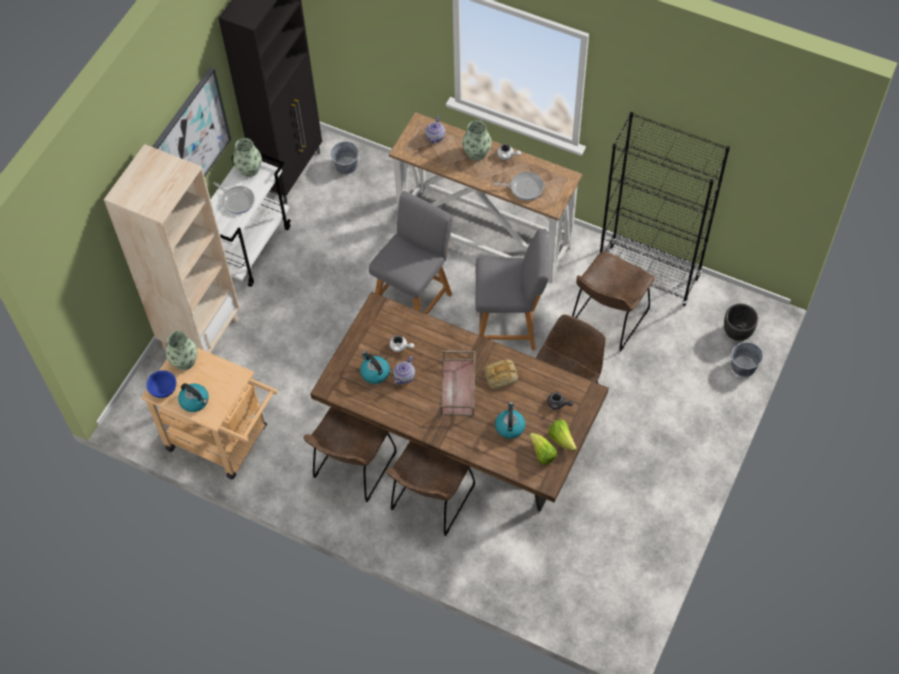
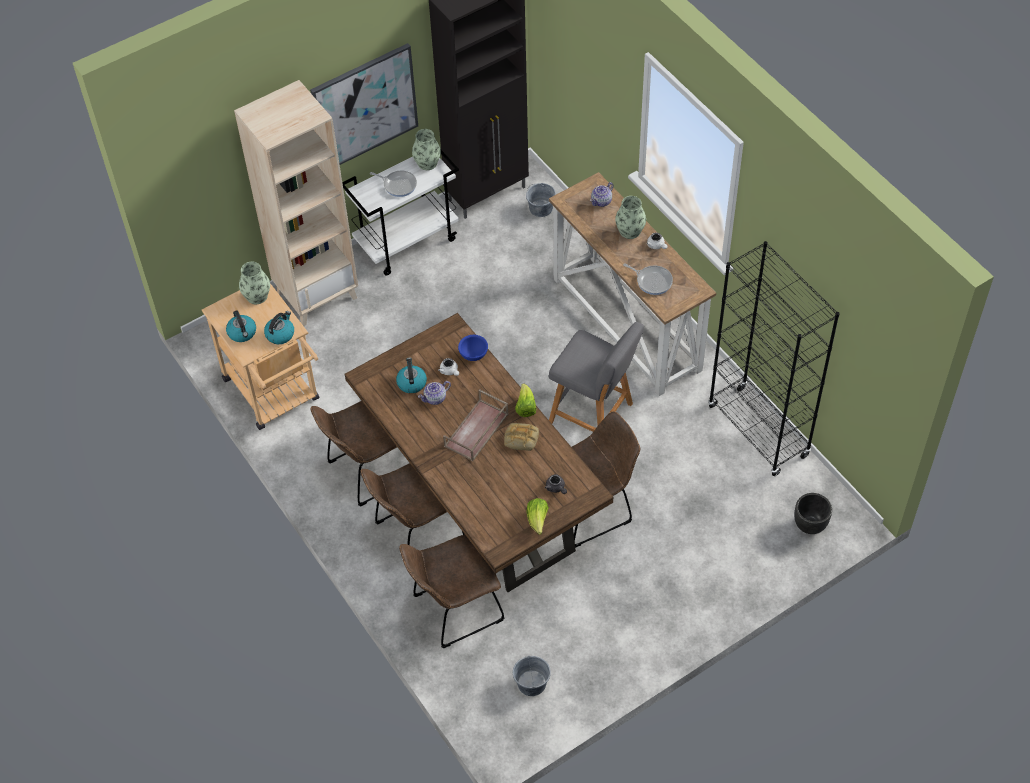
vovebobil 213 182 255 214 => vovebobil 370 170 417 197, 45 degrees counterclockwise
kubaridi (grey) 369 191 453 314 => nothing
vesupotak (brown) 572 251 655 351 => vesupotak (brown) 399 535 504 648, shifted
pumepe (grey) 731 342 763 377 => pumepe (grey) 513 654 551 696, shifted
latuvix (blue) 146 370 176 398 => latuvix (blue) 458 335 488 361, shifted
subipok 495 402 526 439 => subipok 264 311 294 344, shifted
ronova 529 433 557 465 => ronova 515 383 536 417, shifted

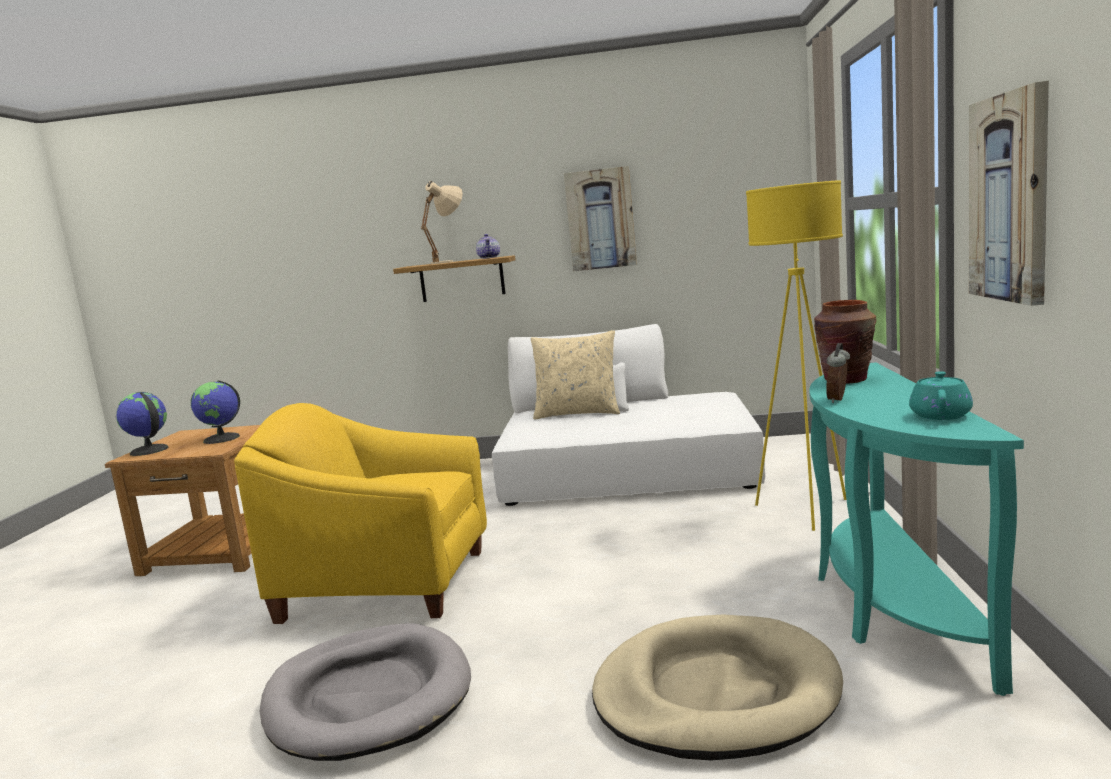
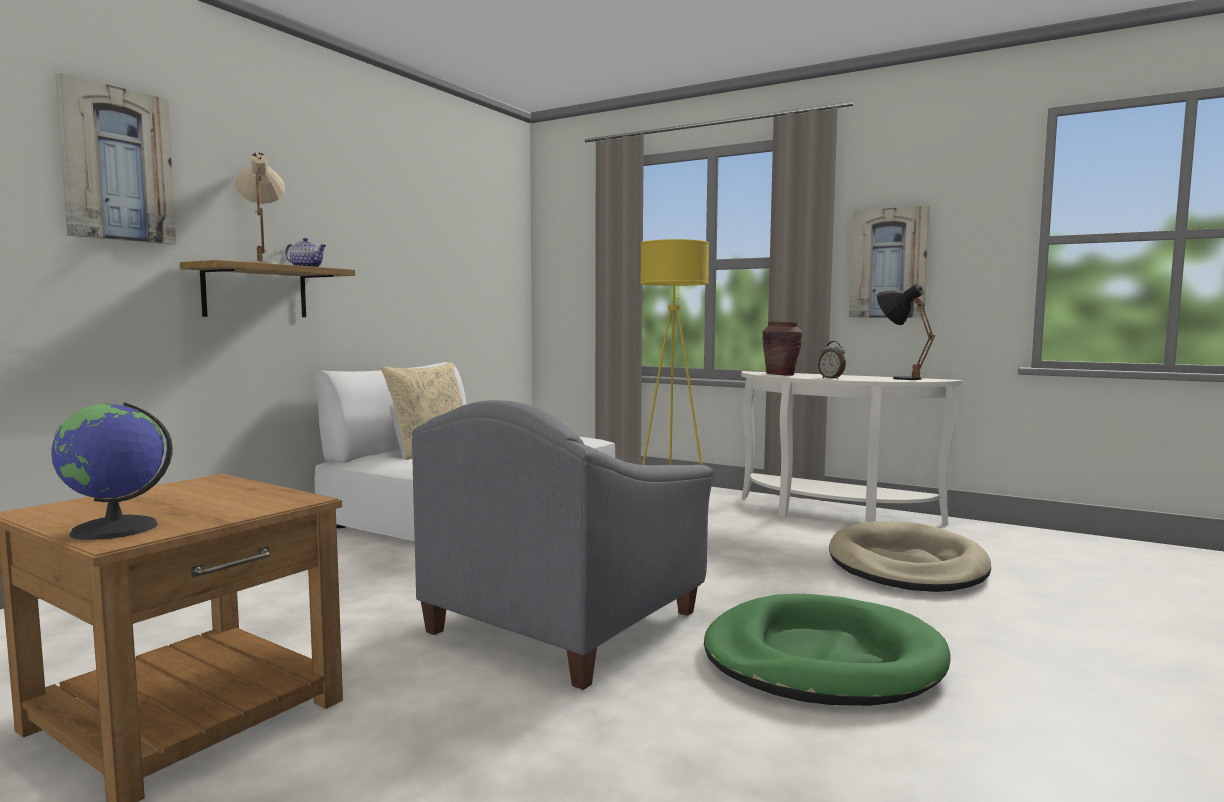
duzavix 564 166 637 271 => duzavix 55 73 176 245, shifted
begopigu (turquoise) 809 362 1024 696 => begopigu (white) 741 371 962 525
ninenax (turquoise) 909 371 973 420 => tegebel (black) 877 284 935 380
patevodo 191 380 240 444 => nothing
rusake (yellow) 234 403 487 624 => rusake (grey) 412 400 714 690
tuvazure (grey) 260 623 471 761 => tuvazure (green) 704 594 950 706

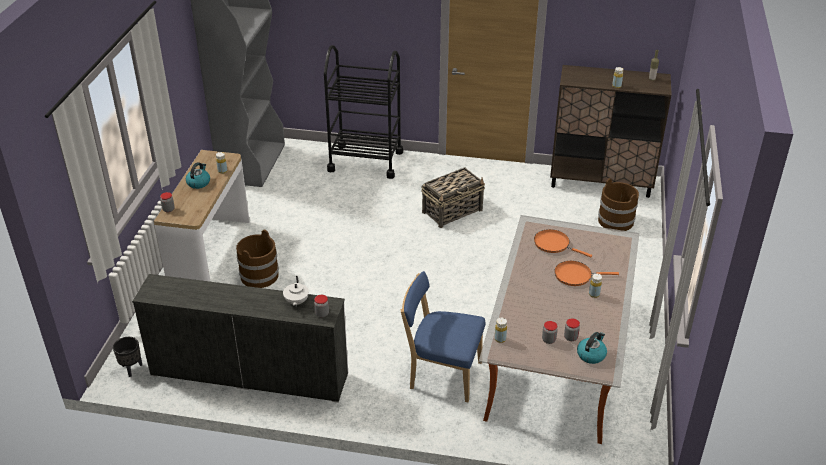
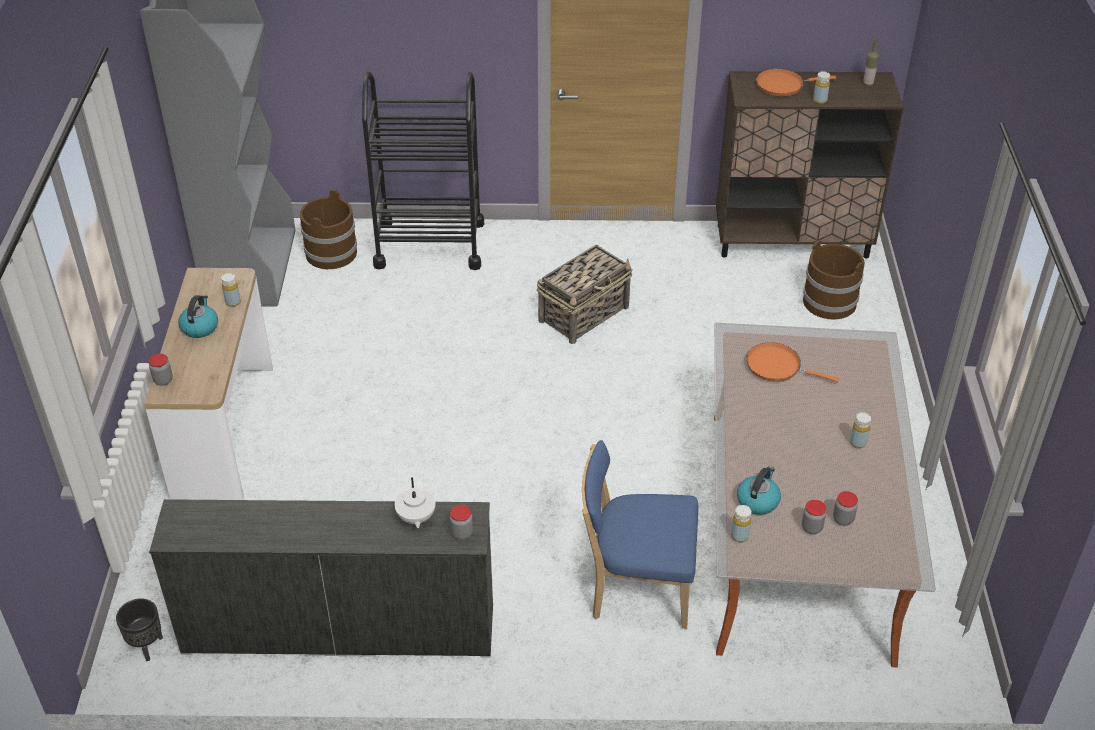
pumepe (brown) 236 230 279 288 => pumepe (brown) 300 189 357 269, shifted
vovebobil (orange) 554 261 619 286 => vovebobil (orange) 756 69 836 96, shifted
subipok 577 332 607 364 => subipok 737 466 781 515, shifted

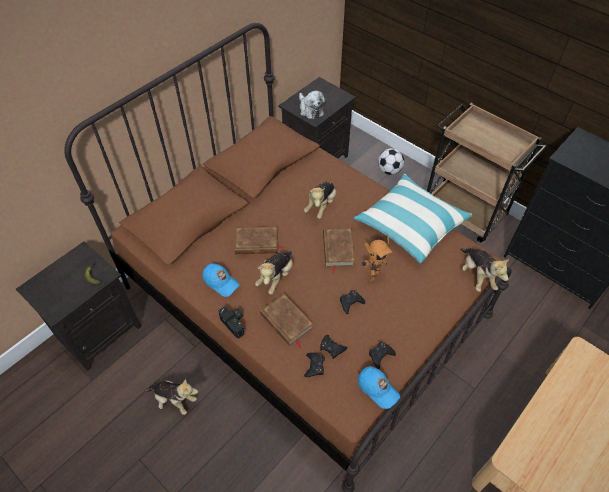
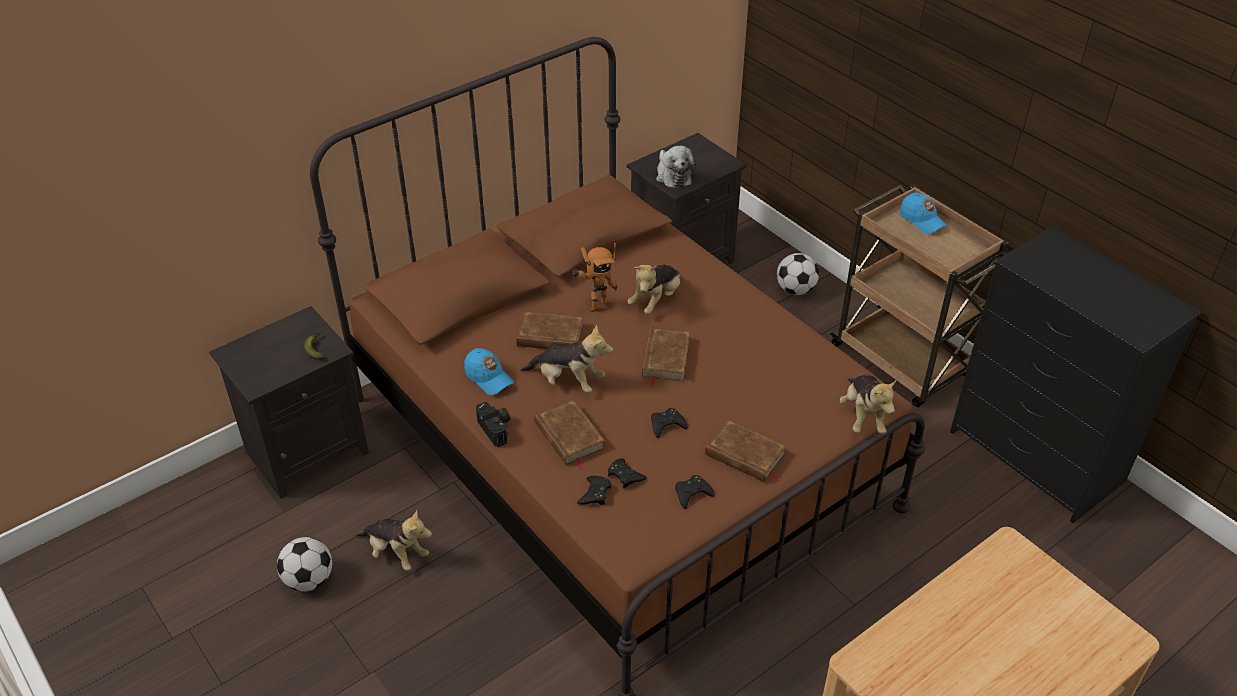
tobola 354 174 472 264 => nothing
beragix 362 235 393 283 => beragix 572 243 617 312, shifted
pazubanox 255 250 293 295 => pazubanox 520 325 613 393, 105 degrees counterclockwise
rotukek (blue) 358 366 400 409 => rotukek (blue) 900 193 947 234, shifted
nothing => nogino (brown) 705 419 787 482
nothing => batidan 277 537 332 592

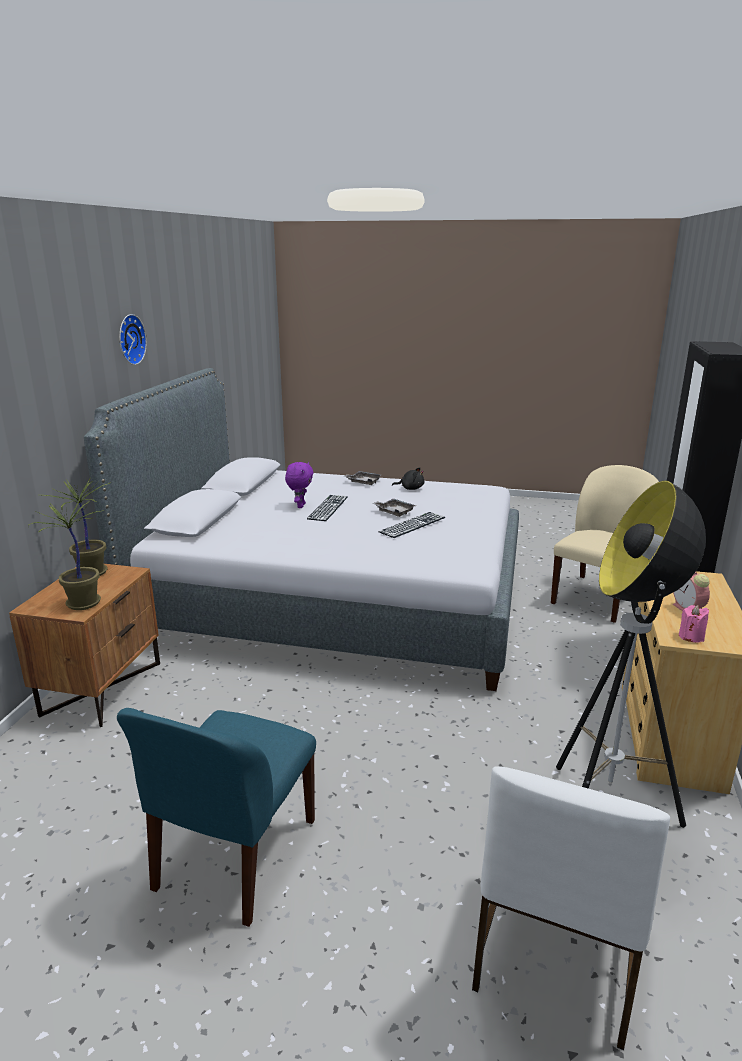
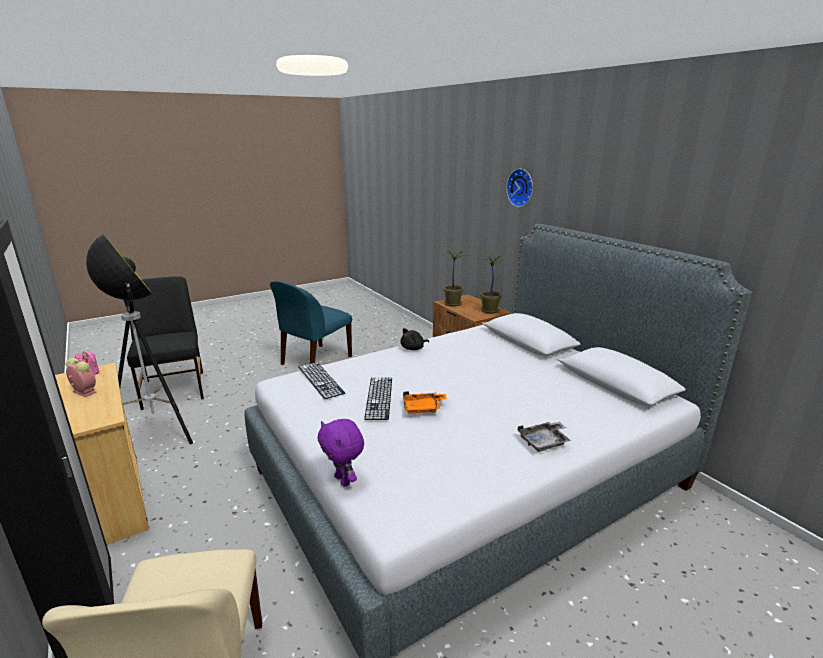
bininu 119 314 147 365 => bininu 506 169 533 207, shifted
pazubanox (purple) 285 462 314 508 => pazubanox (purple) 318 419 364 487, shifted
pazubanox (black) 392 468 424 490 => pazubanox (black) 400 328 429 350, shifted
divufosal 307 495 348 521 => divufosal 299 362 345 399, shifted
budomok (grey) 372 498 416 517 => budomok (orange) 403 391 447 414
vesupotak (blue) 117 708 316 927 => vesupotak (blue) 270 281 352 365, 120 degrees counterclockwise
vesupotak (white) 472 766 670 1050 => vesupotak (black) 127 277 204 410

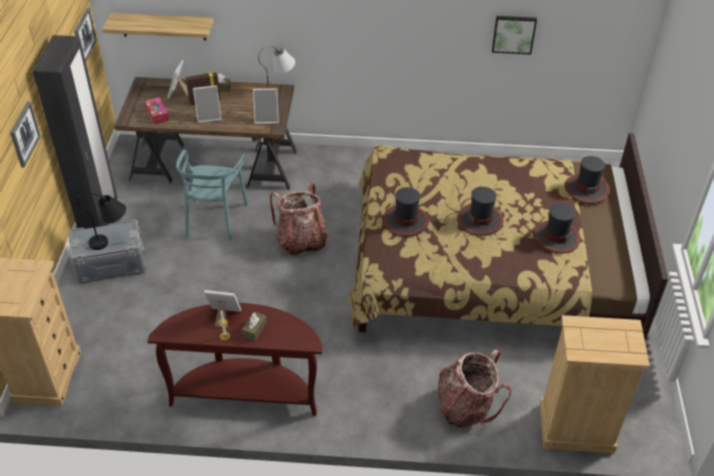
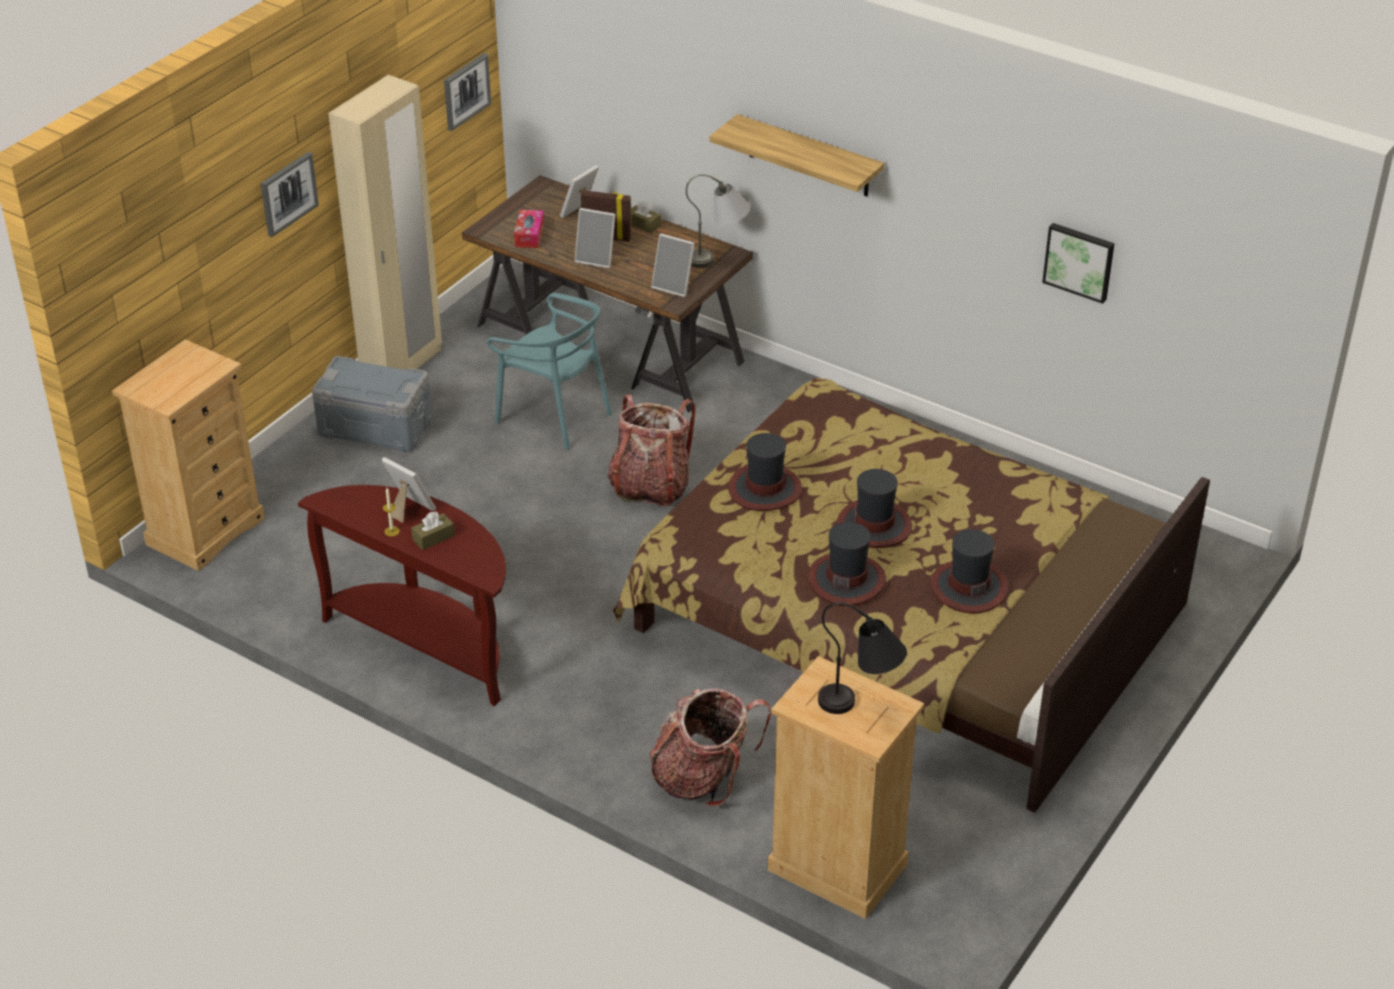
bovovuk 102 13 214 40 => bovovuk 710 114 884 196, shifted
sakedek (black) 33 35 117 229 => sakedek (beige) 328 75 442 370
vesupotak (turquoise) 176 150 248 241 => vesupotak (turquoise) 487 293 612 449, 90 degrees counterclockwise
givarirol 565 156 610 204 => givarirol 808 522 886 606, shifted
tegebel (black) 77 192 126 250 => tegebel (black) 818 602 907 714, shifted

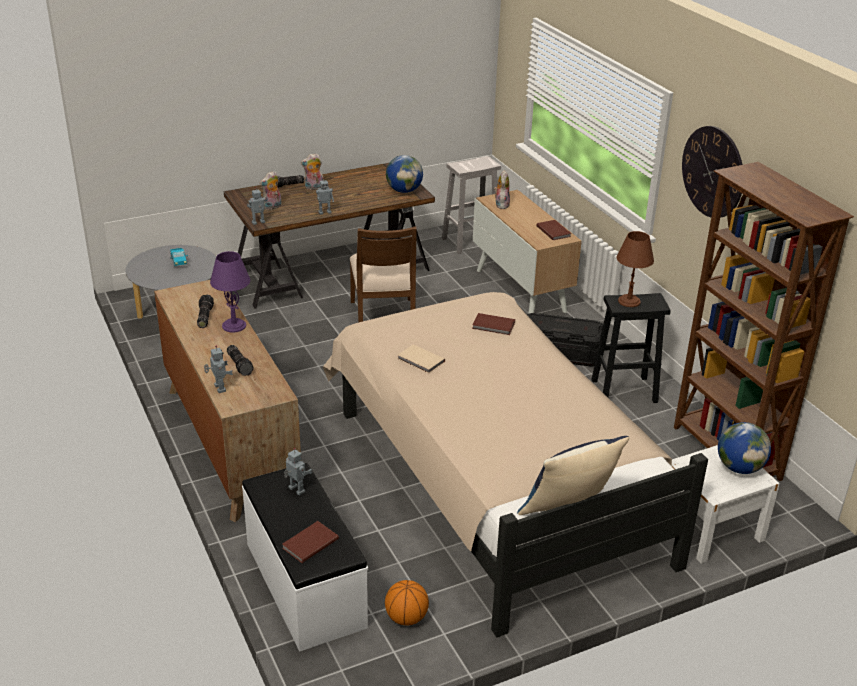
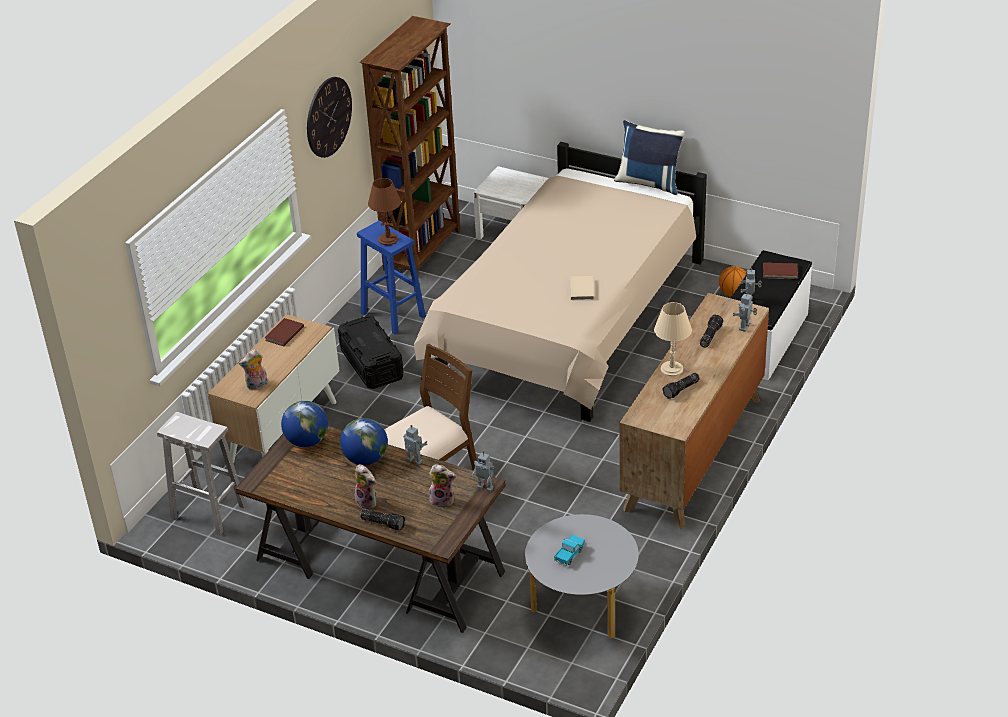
tegebel (purple) 210 251 250 332 => tegebel (beige) 654 302 692 376
kubaridi (black) 591 293 671 403 => kubaridi (blue) 357 221 426 334
nogino (brown) 472 313 515 335 => nothing
patevodo 718 422 771 474 => patevodo 340 418 388 465, shifted

